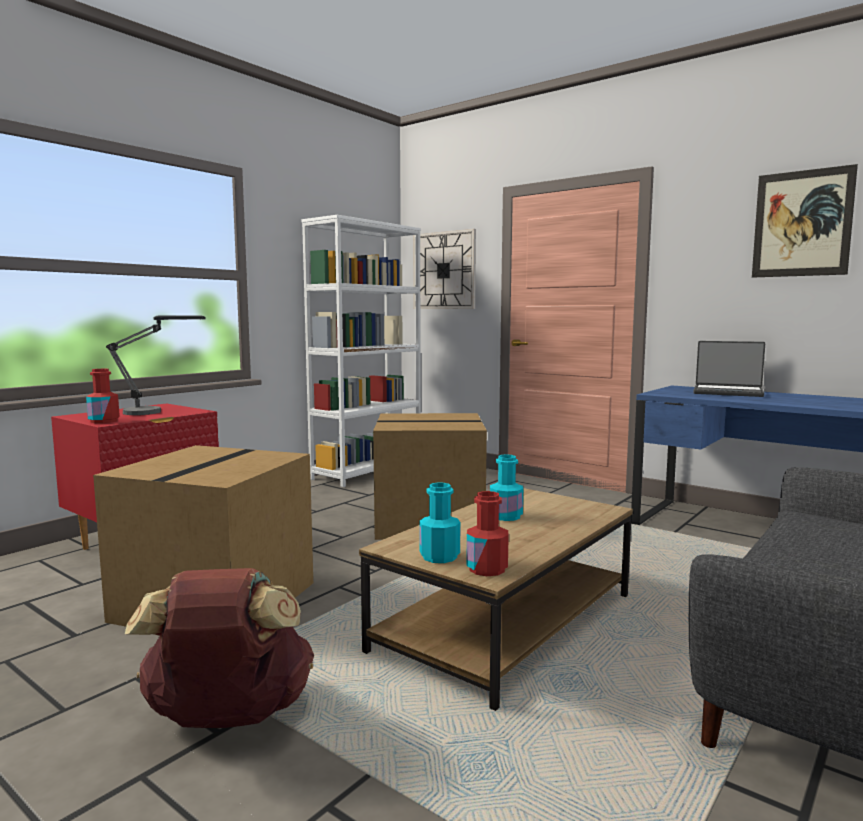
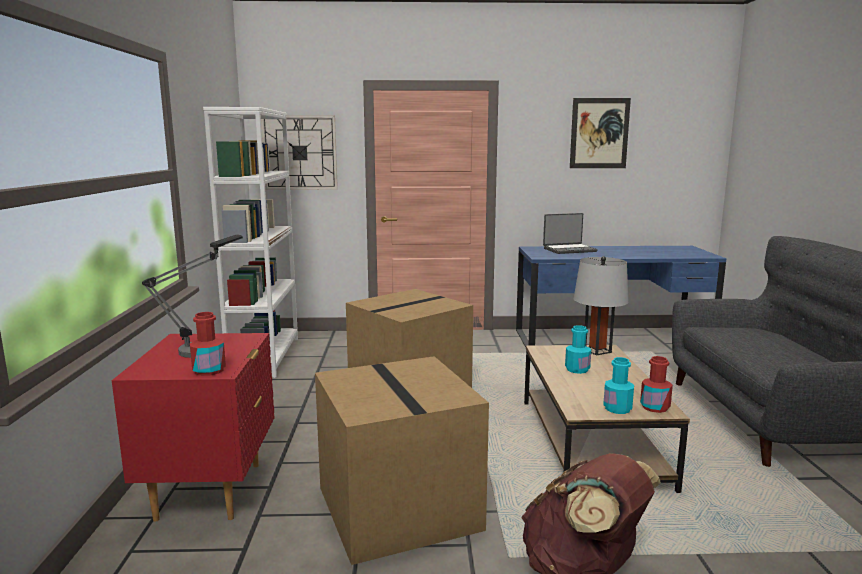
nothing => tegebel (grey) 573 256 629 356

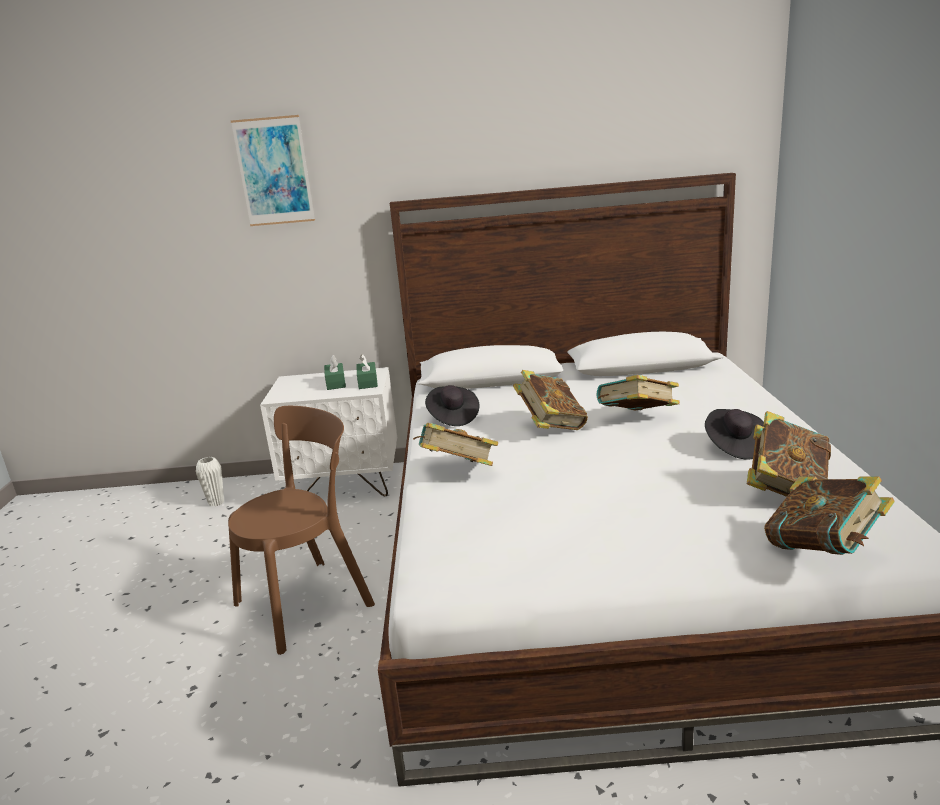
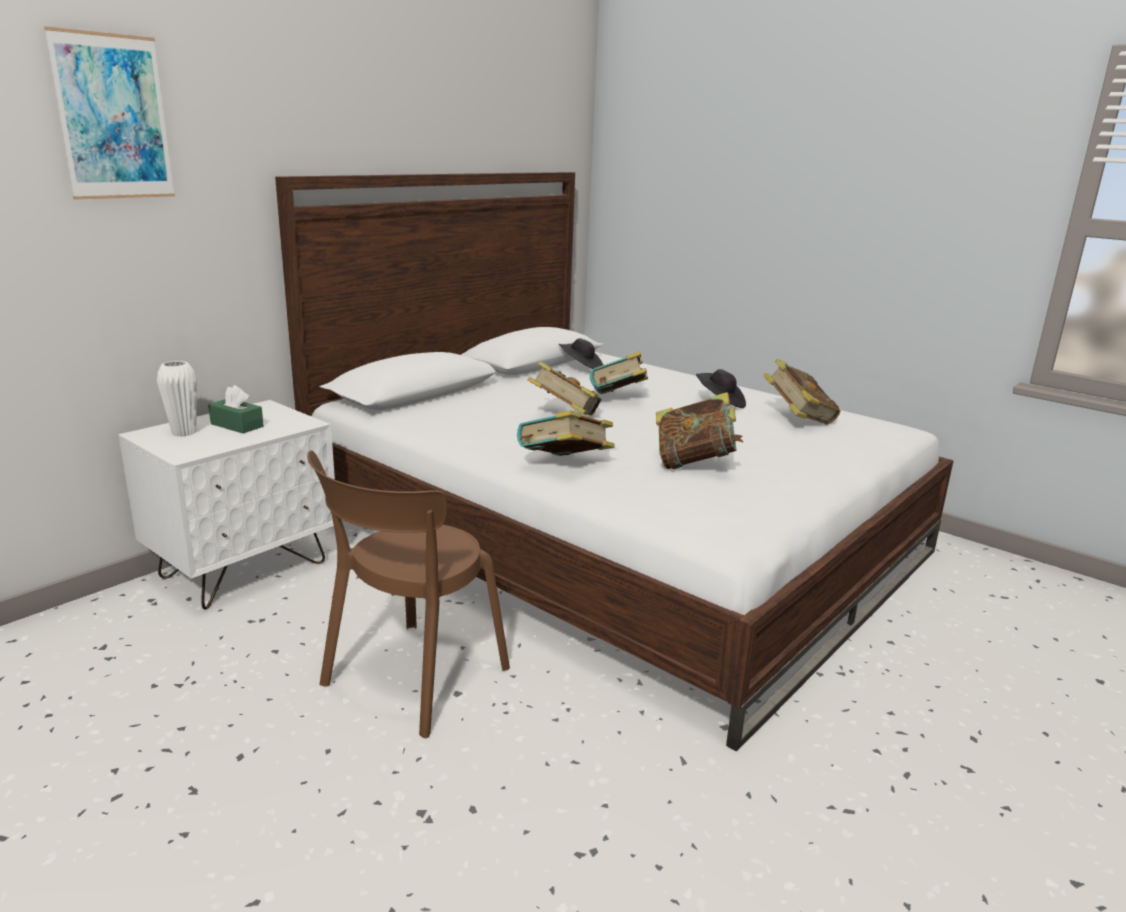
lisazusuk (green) 356 354 378 389 => nothing
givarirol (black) 425 385 479 426 => givarirol (black) 559 338 603 369, shifted
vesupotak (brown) 228 406 375 655 => vesupotak (brown) 307 450 510 738, 150 degrees counterclockwise
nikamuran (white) 196 457 224 507 => nikamuran (white) 157 361 197 437, shifted
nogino 764 476 895 555 => nogino 656 392 743 469, shifted

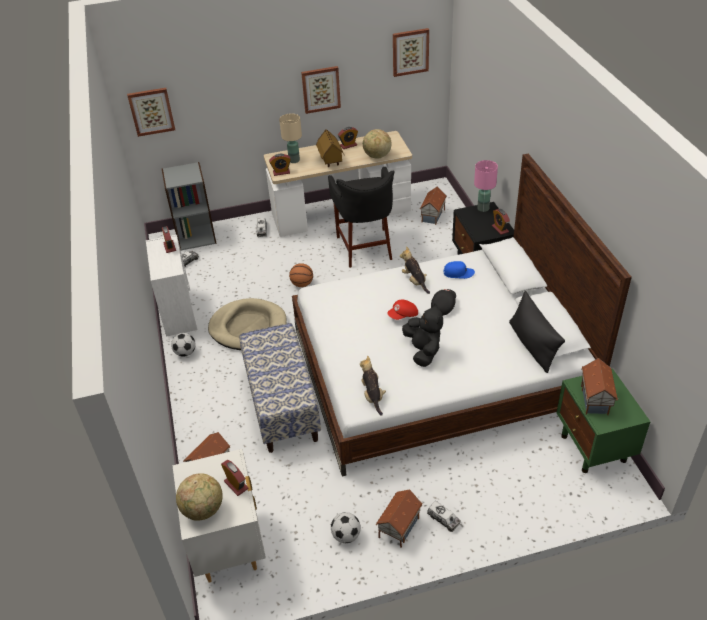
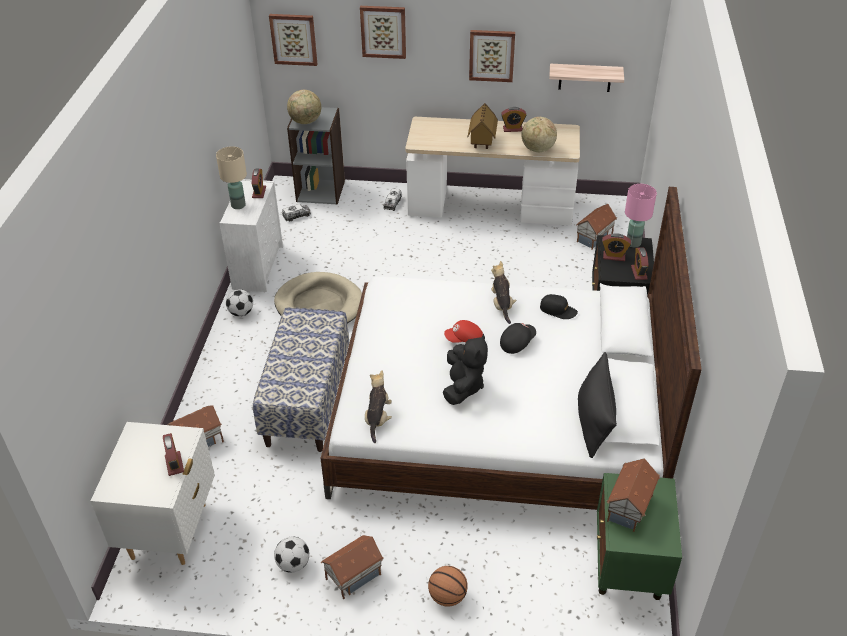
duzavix 393 28 429 77 => duzavix 360 6 406 59, shifted
tegebel (beige) 279 113 302 163 => tegebel (beige) 216 146 247 209, shifted
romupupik 269 154 291 176 => romupupik 602 233 631 261, shifted
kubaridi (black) 328 167 395 268 => nothing
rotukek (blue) 443 261 475 279 => rotukek (black) 540 294 578 319
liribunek 289 263 313 287 => liribunek 428 566 468 607, shifted
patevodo 176 473 223 521 => patevodo 287 90 321 124, shifted
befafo 427 501 461 532 => nothing
nothing => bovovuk 549 64 624 92

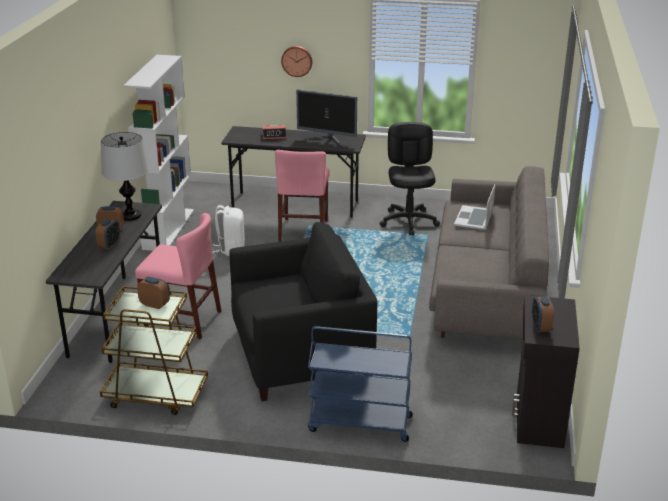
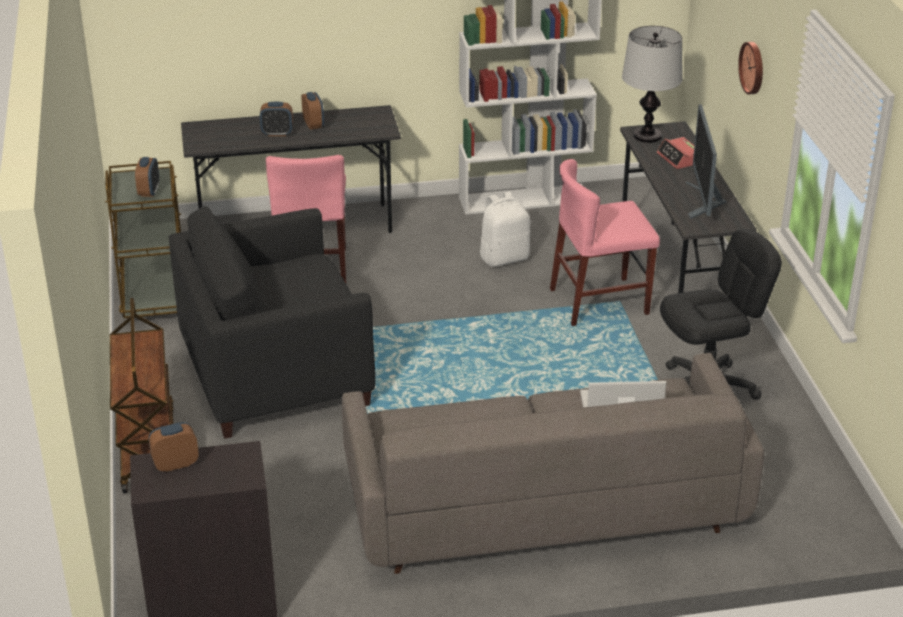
tegebel 101 132 148 221 => tegebel 622 26 683 143, shifted
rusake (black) 230 222 377 401 => rusake (black) 169 206 376 439, 105 degrees clockwise
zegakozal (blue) 308 326 413 442 => zegakozal (brown) 110 298 174 493

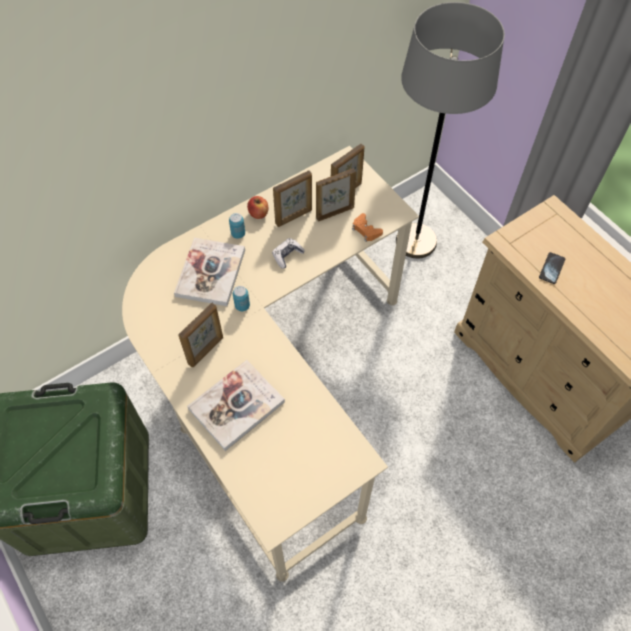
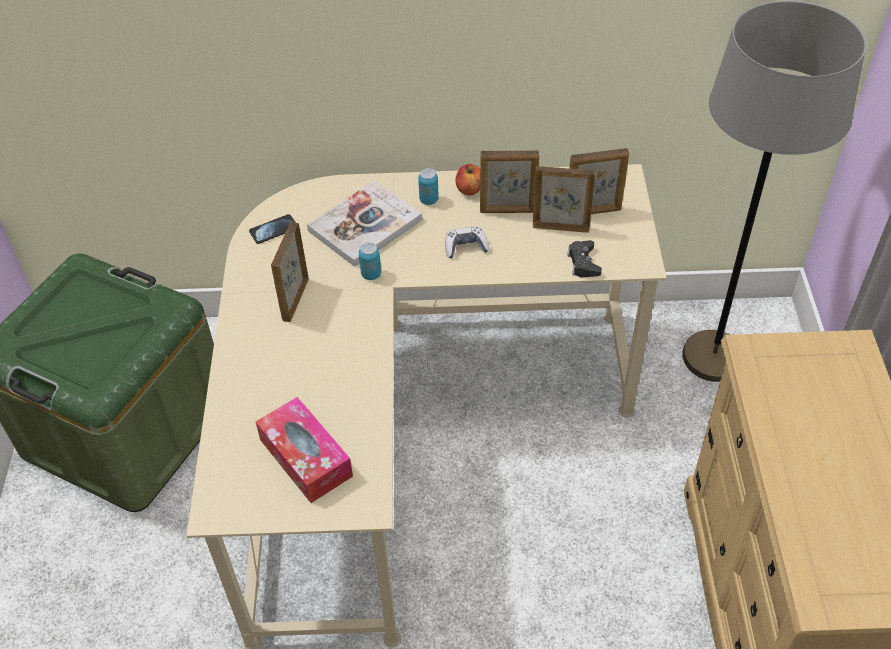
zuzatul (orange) 352 213 383 242 => zuzatul (black) 567 240 602 277
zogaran 539 252 565 284 => zogaran 249 214 296 244, shifted
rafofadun 178 303 223 367 => rafofadun 271 222 309 322, 120 degrees clockwise
nogino 187 360 285 451 => nothing
nothing => lisazusuk 256 397 353 503

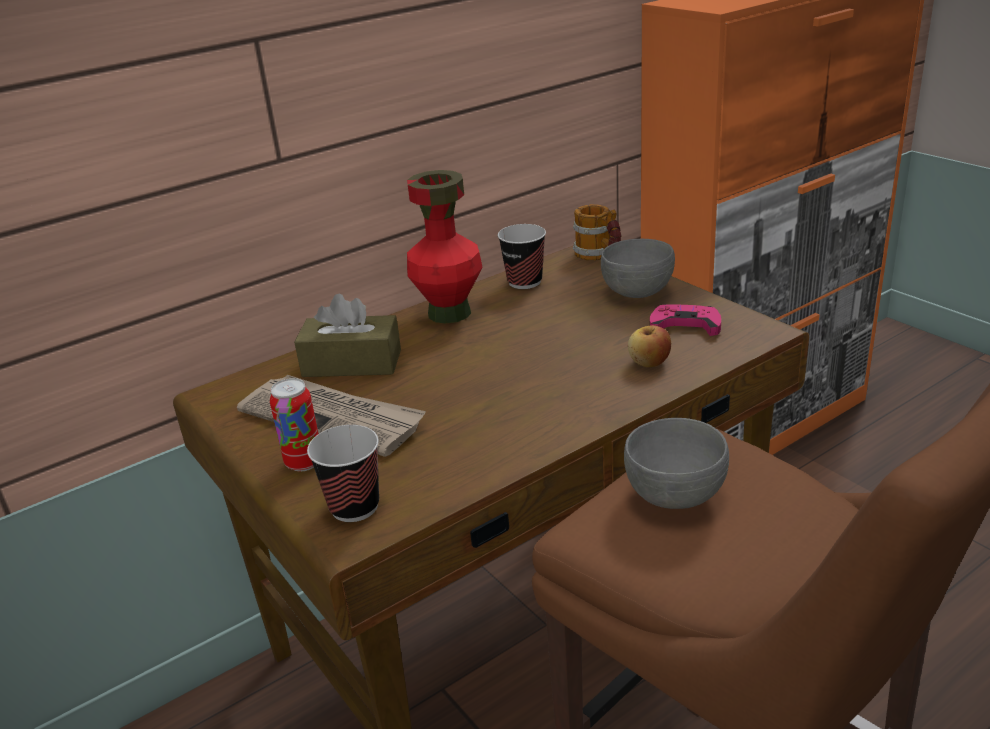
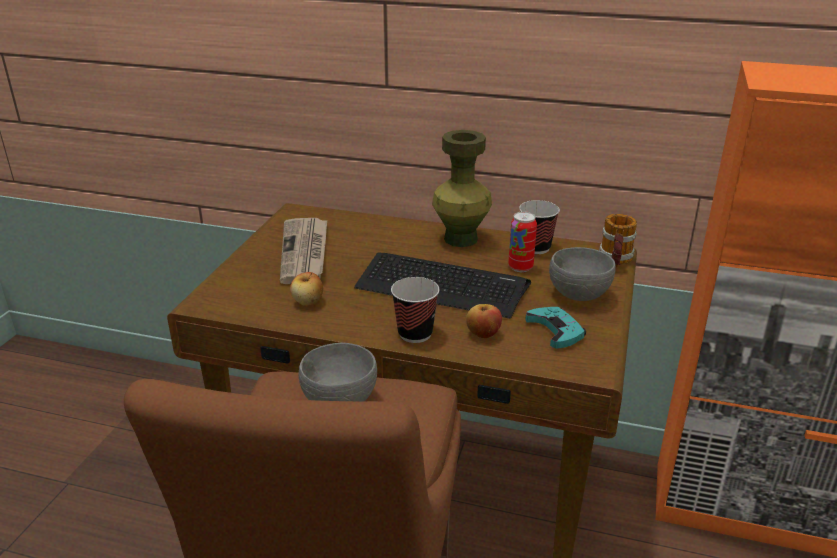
nikamuran (red) 407 170 482 324 => nikamuran (green) 432 130 492 247
lisazusuk (brown) 294 294 401 377 => nothing
zuzatul (pink) 650 304 721 336 => zuzatul (turquoise) 525 307 586 348
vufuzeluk 270 378 319 471 => vufuzeluk 508 211 537 272, shifted
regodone 307 425 379 522 => regodone 391 277 439 343, shifted
nothing => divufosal 354 252 531 319
nothing => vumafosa 290 272 323 306

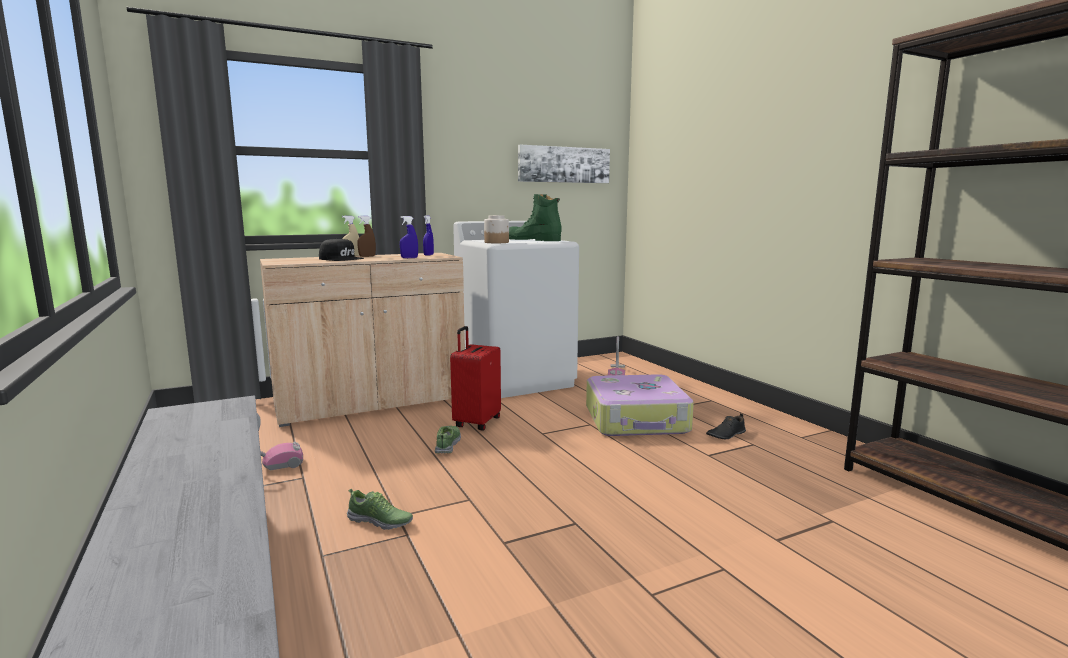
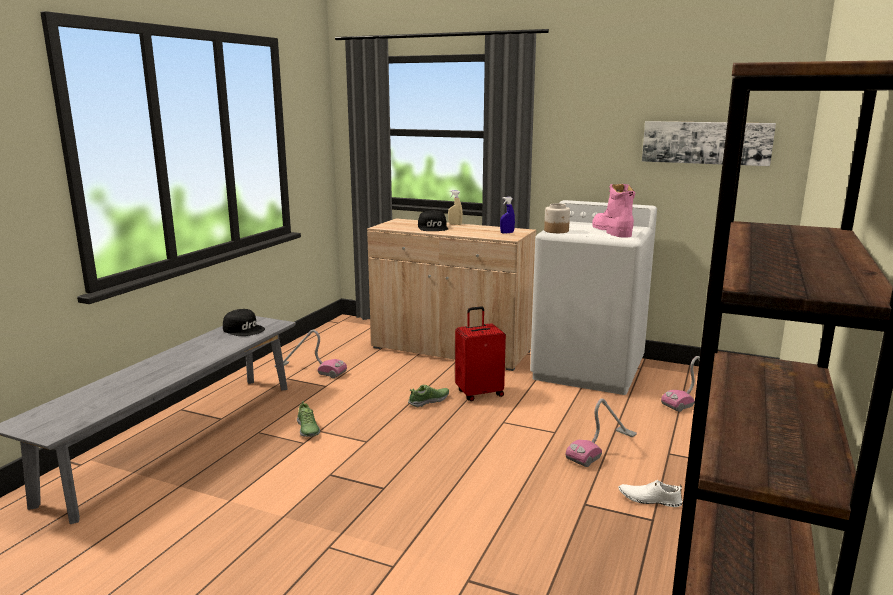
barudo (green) 509 194 561 241 => barudo (pink) 592 184 635 237
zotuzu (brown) 357 216 376 257 => nothing
zotuzu (blue) 400 216 418 258 => nothing
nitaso 586 374 694 436 => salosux 565 398 637 467
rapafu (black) 706 413 746 439 => rapafu (white) 619 480 683 507
nothing => rotukek (black) 223 309 265 336

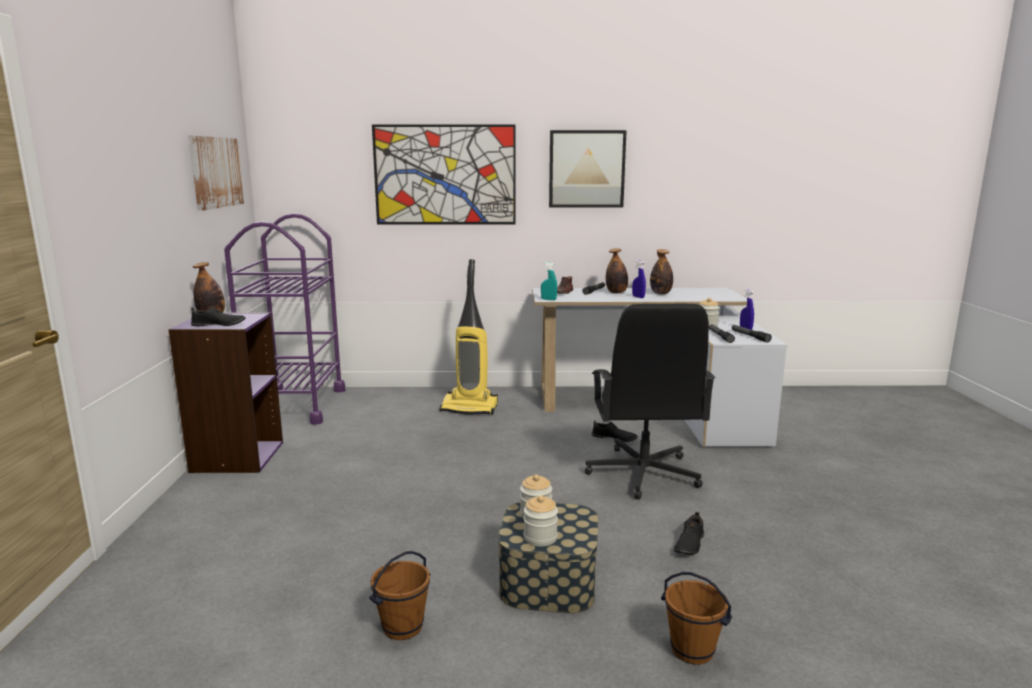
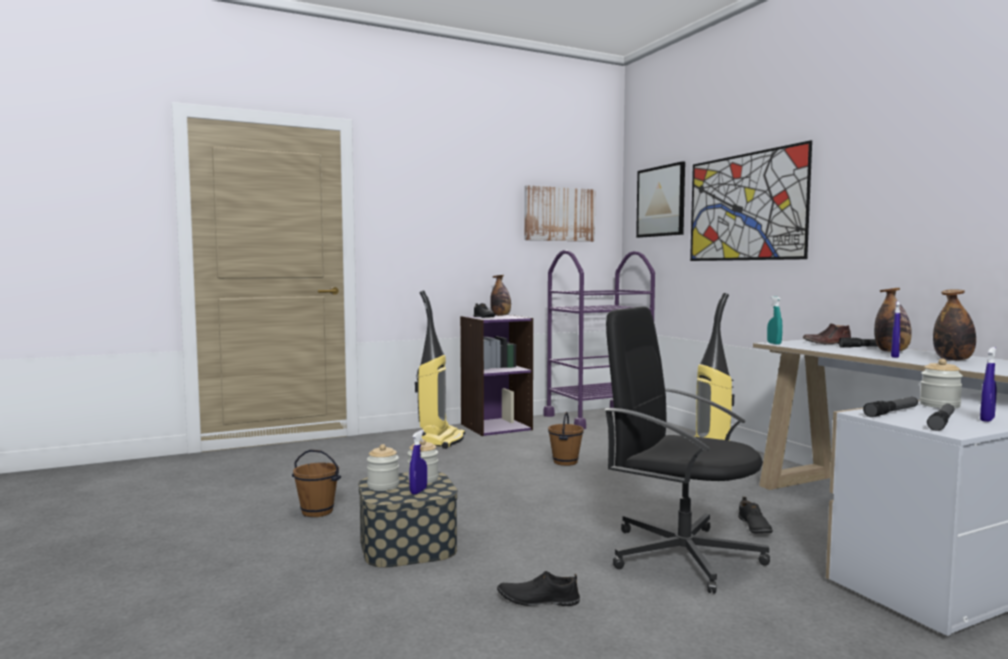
duzavix 549 130 627 208 => duzavix 636 161 685 238, shifted
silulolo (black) 585 304 716 500 => silulolo (black) 604 306 770 594, 60 degrees clockwise
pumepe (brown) 661 572 732 665 => pumepe (brown) 548 412 583 466, shifted
nothing => salosux 415 290 465 449
nothing => zotuzu (blue) 409 430 427 494

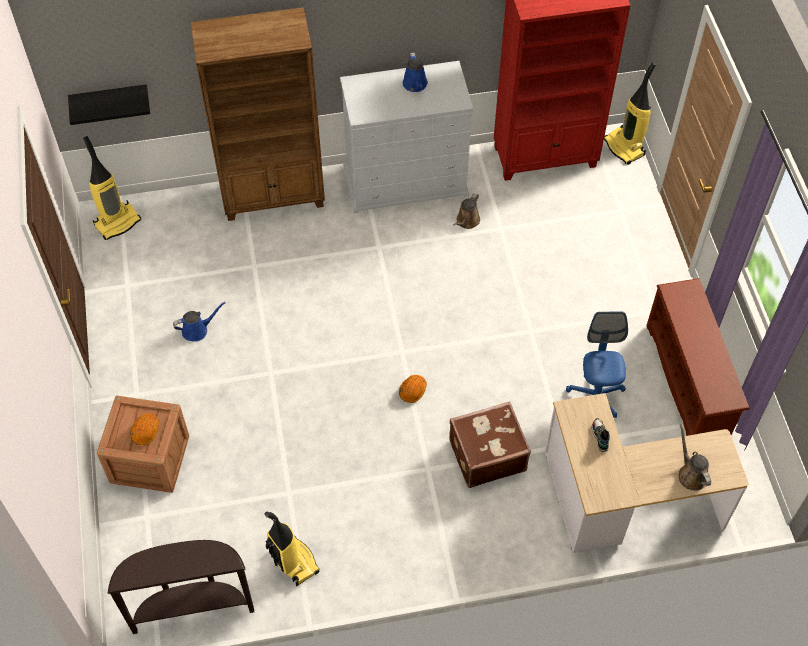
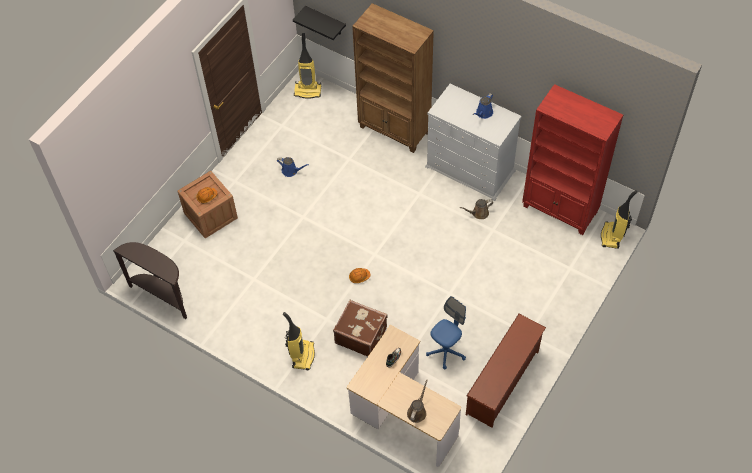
salosux 264 512 319 586 => salosux 283 312 315 370, shifted

